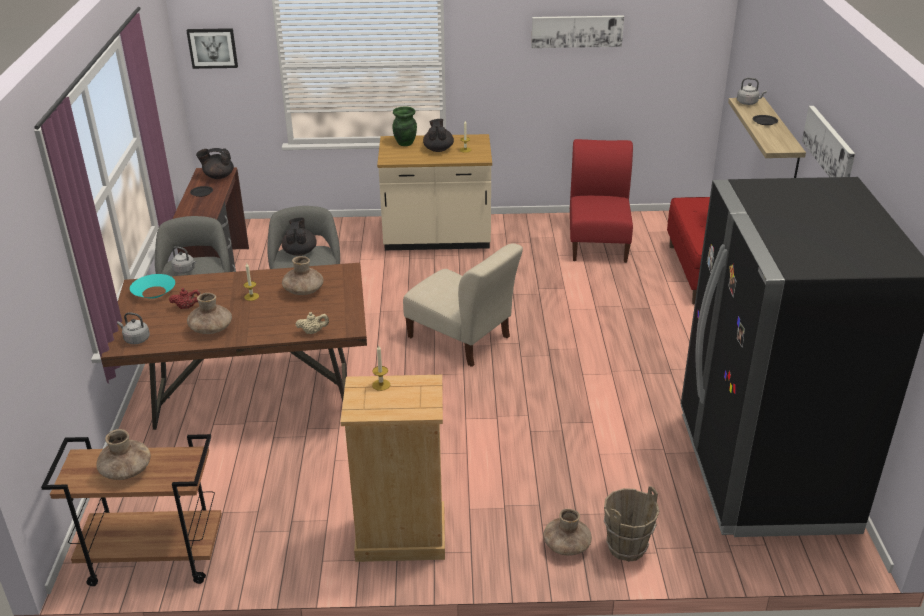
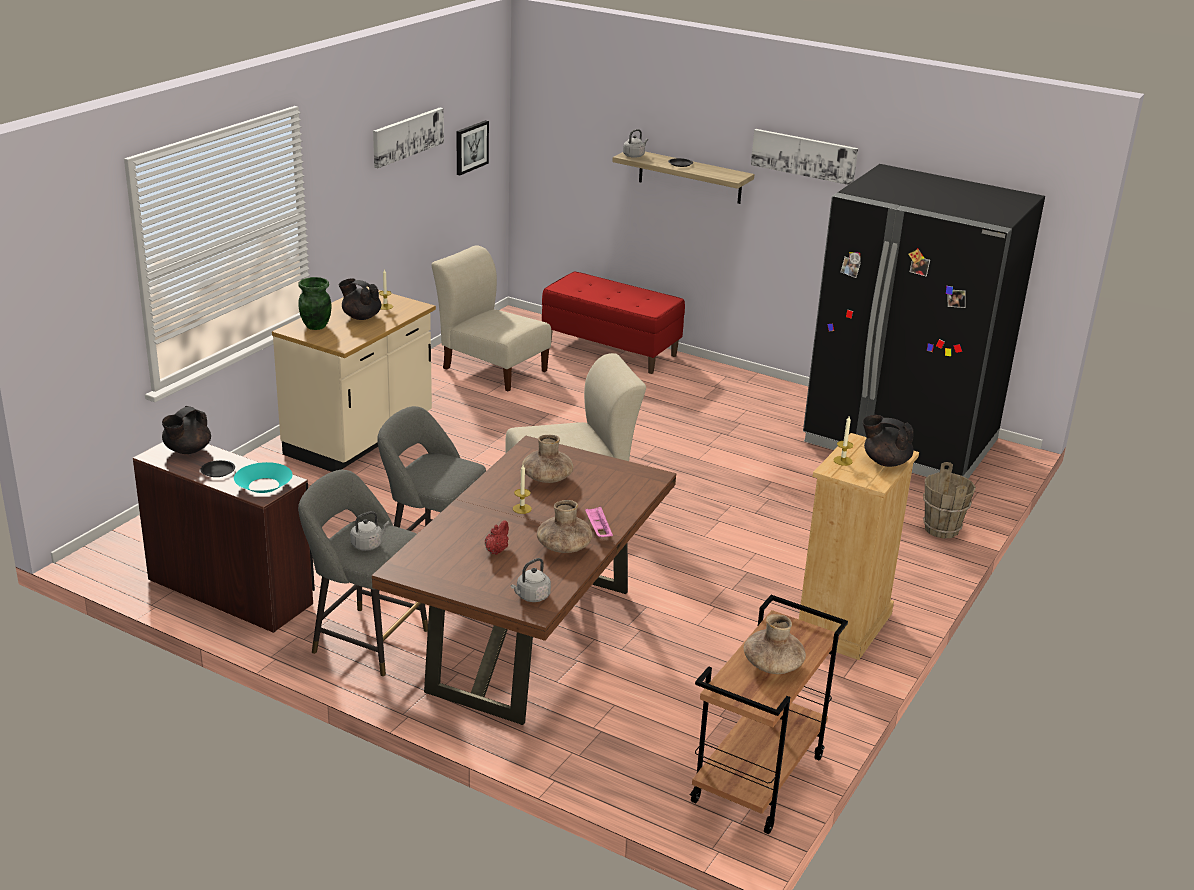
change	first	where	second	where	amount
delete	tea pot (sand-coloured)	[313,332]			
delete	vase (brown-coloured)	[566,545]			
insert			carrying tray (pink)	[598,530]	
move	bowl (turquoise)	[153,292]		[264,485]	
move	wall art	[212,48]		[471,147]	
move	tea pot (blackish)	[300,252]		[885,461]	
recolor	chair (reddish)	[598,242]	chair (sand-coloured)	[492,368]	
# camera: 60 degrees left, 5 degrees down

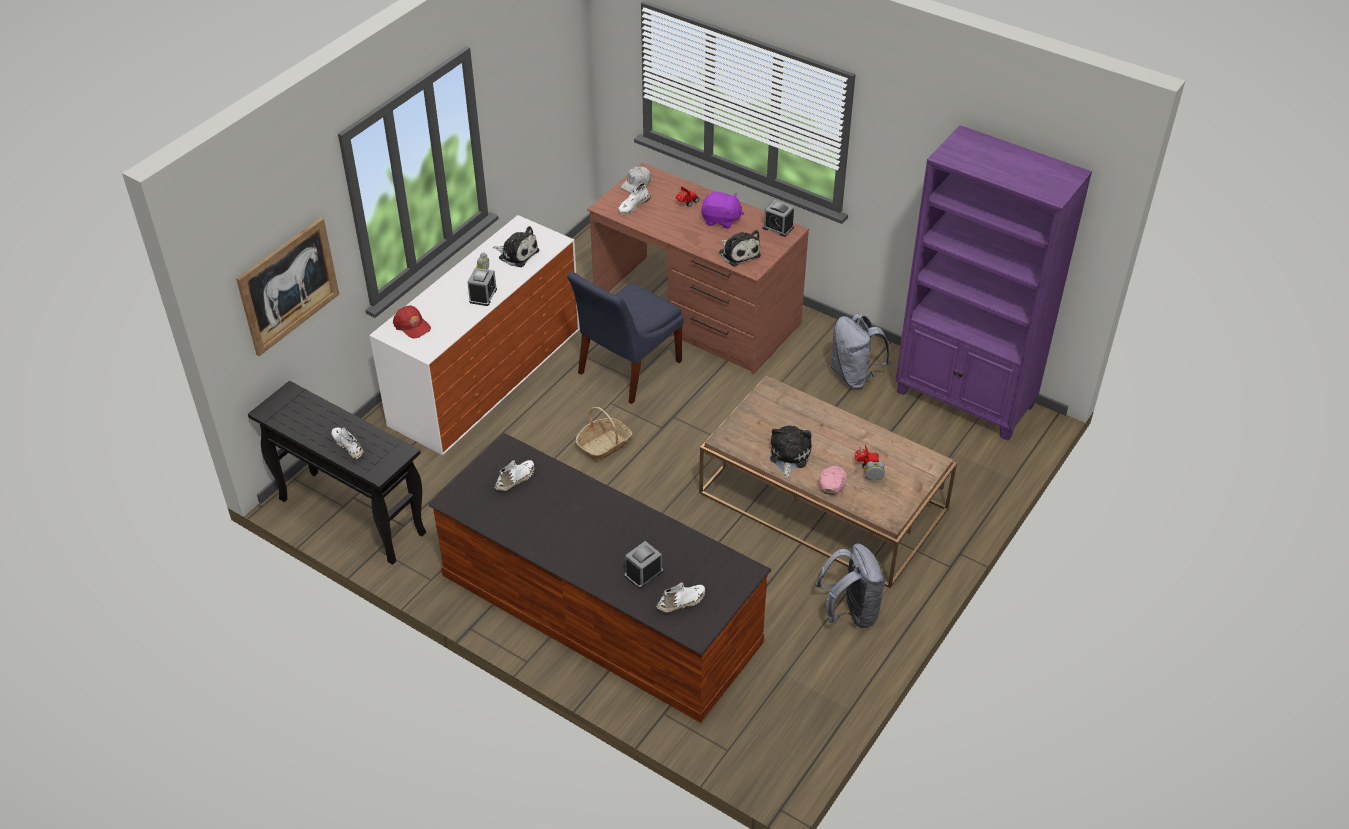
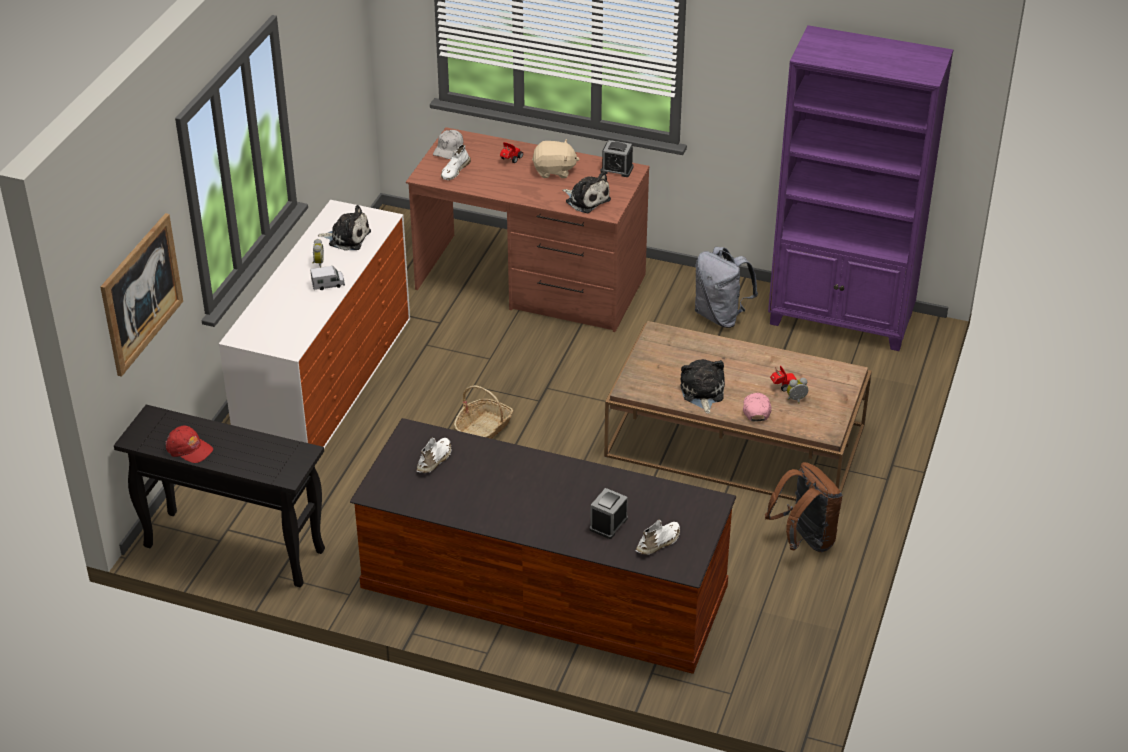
change	first	where	second	where	amount
delete	item of footwear (white)	[348,445]			
delete	chair (bluish)	[626,369]			
move	baseball cap (reddish)	[412,325]		[189,449]	
replace	bedside clock	[483,295]	model truck	[328,284]	
recolor	soft toy (purple)	[721,220]	soft toy (sand-coloured)	[554,171]	
recolor	knapsack (gray)	[850,612]	knapsack (brown-coloured)	[804,540]	
# camera: 15 degrees left, 5 degrees down

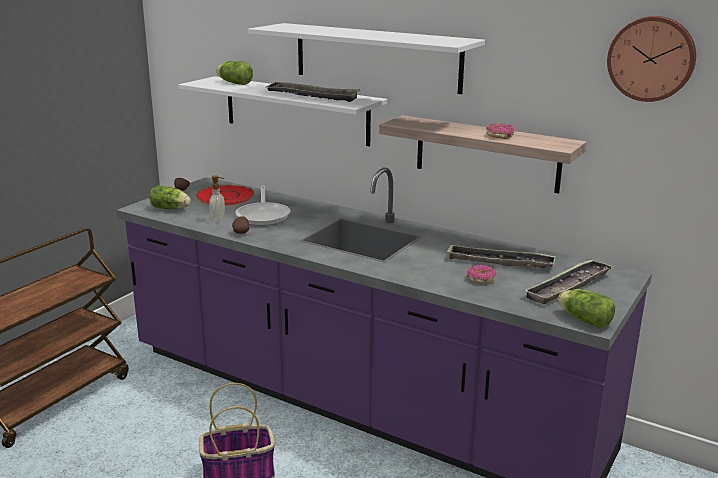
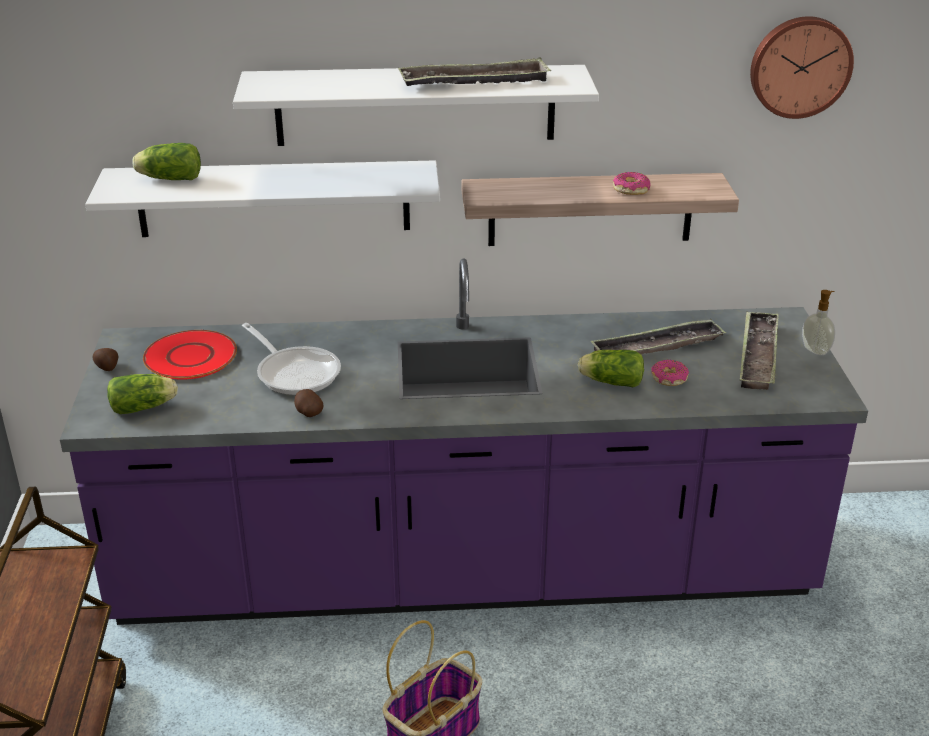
change	first	where	second	where	amount
move	liquid soap bottle	[218,220]		[816,350]	
move	carrying tray	[312,96]		[474,82]	
move	lettuce head	[583,319]		[609,382]	
# camera: 35 degrees left, 10 degrees up

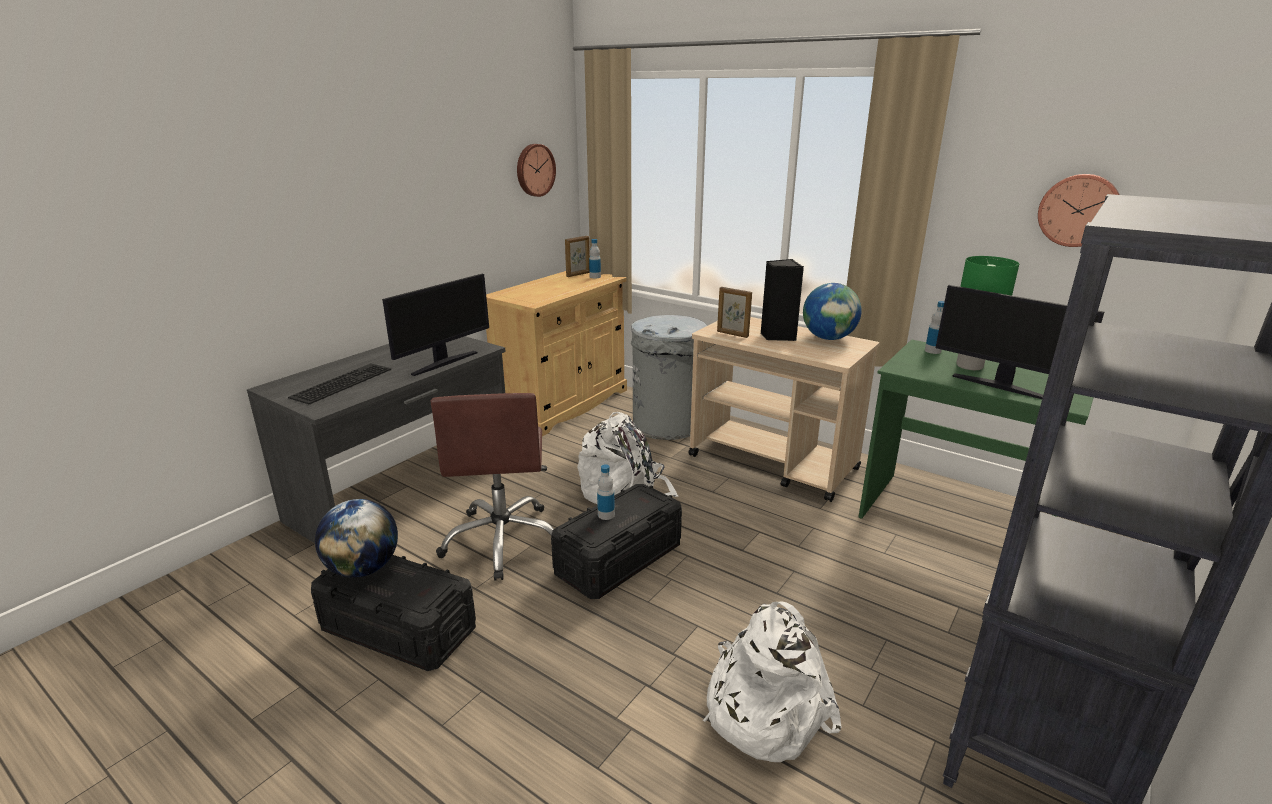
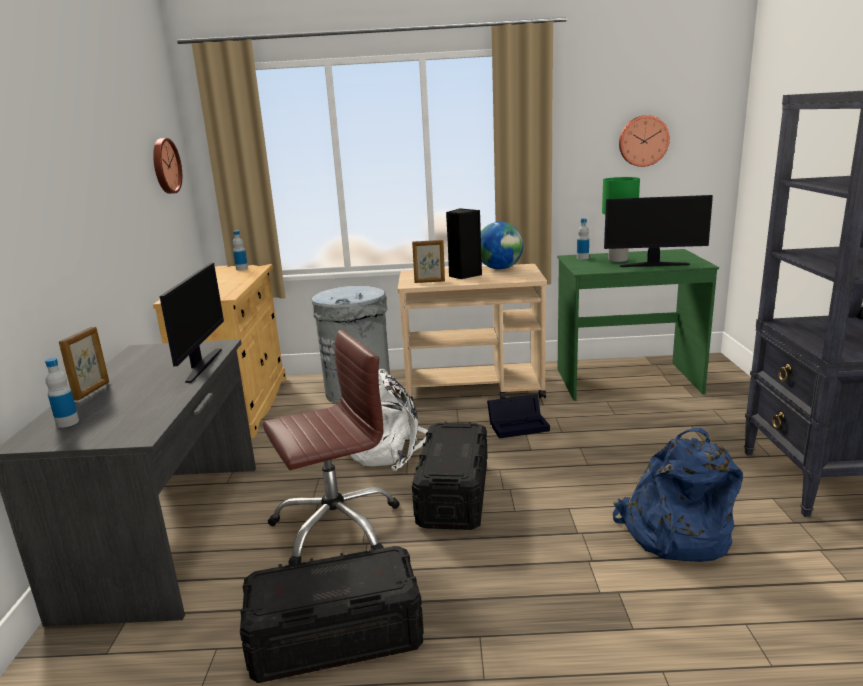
change	first	where	second	where	amount
delete	keyboard	[341,382]			
delete	world globe	[363,569]			
insert			storage box (blackish)	[519,425]	
move	photo frame	[578,274]		[92,391]	
move	bottle	[606,515]		[67,422]	
recolor	knapsack (white)	[762,708]	knapsack (bluish)	[673,533]	
rotate	desk chair (brown-coloured)	[503,540]		[335,526]	75 degrees counterclockwise
# camera: 35 degrees left, 5 degrees down

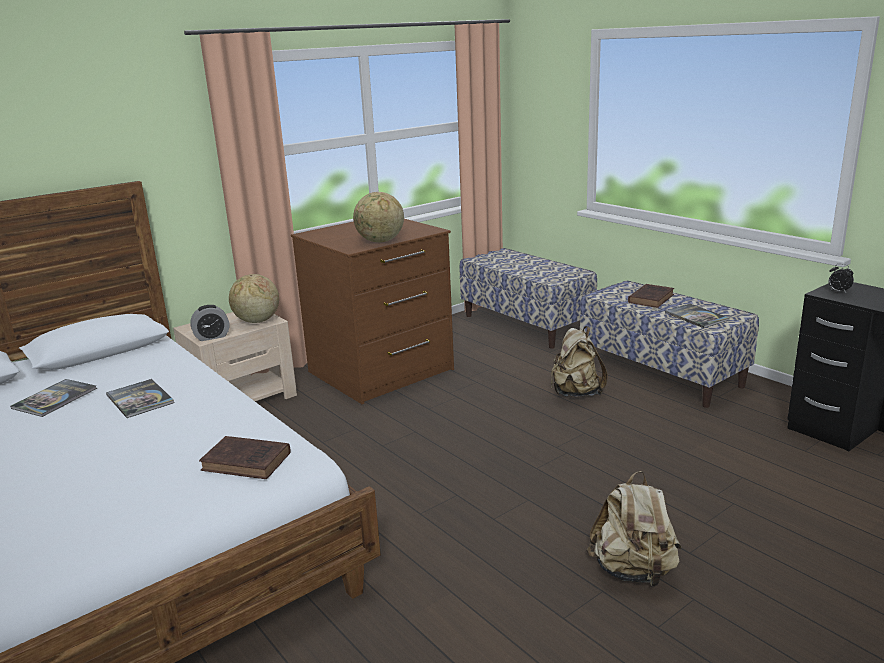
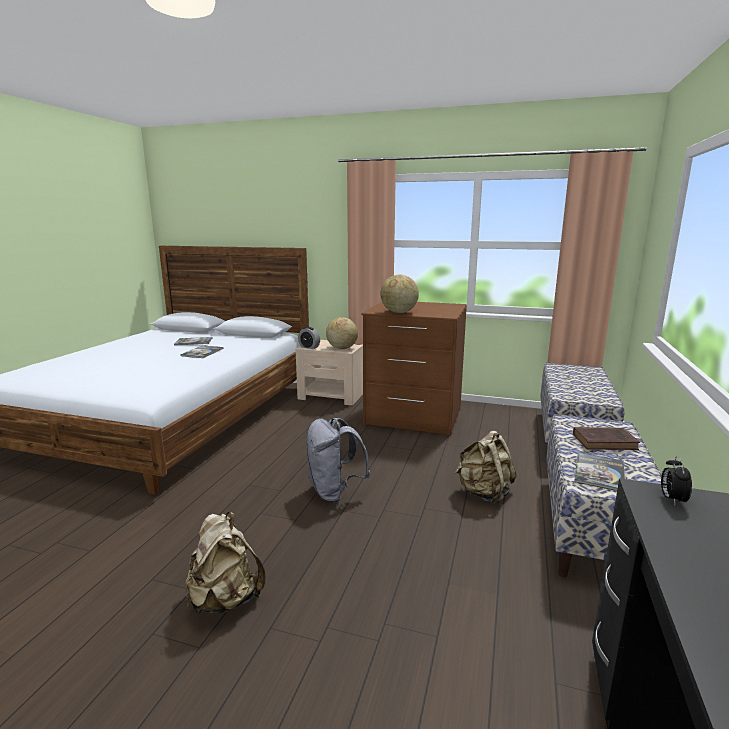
change	first	where	second	where	amount
delete	book (brown-coloured)	[248,462]			
insert			knapsack (gray)	[334,492]	
# camera: 55 degrees right, 5 degrees down

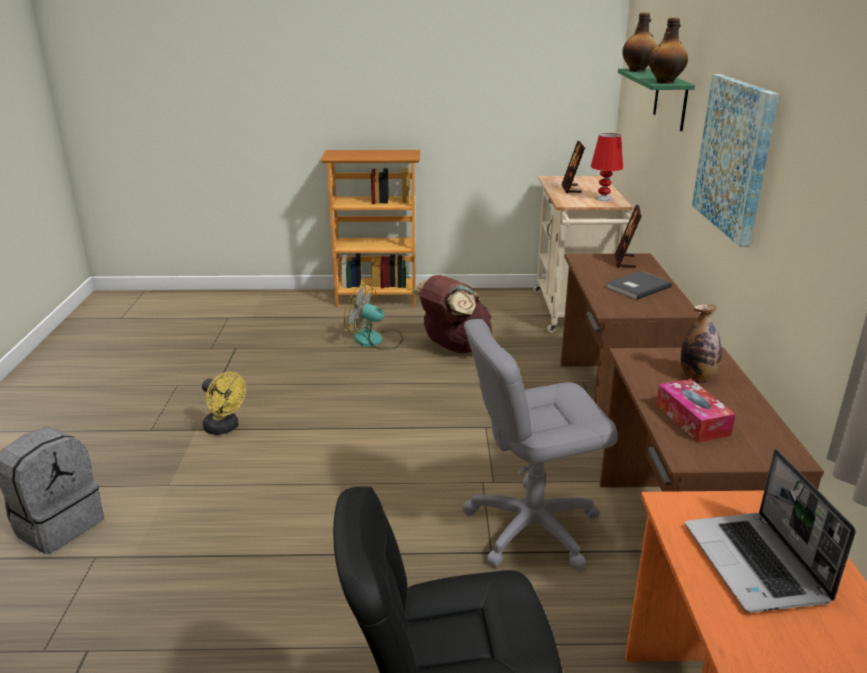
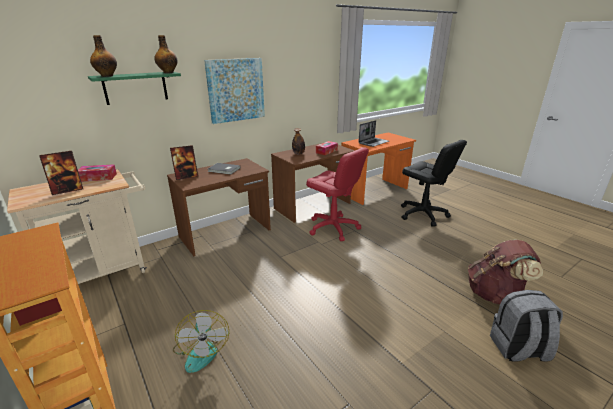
change	first	where	second	where	amount
delete	fan (yellow)	[225,428]			
move	knapsack (brown-coloured)	[454,347]		[495,294]	
replace	lamp for a table (reddish)	[603,198]	tissue holder	[98,177]	
recolor	desk chair (gray)	[531,527]	desk chair (reddish)	[333,228]	
# camera: 125 degrees left, 0 degrees up

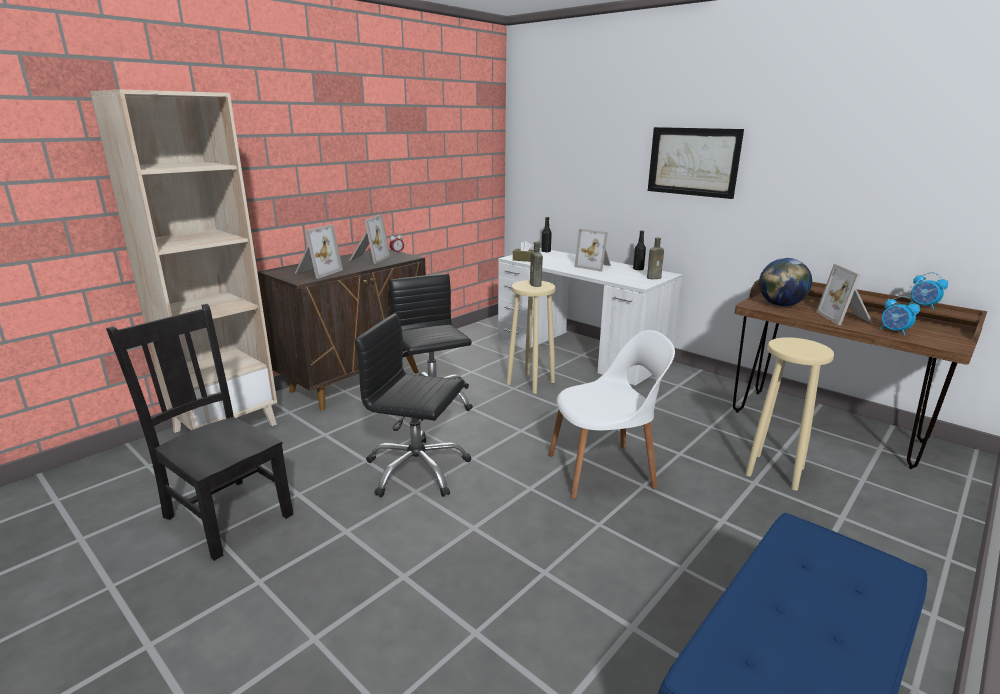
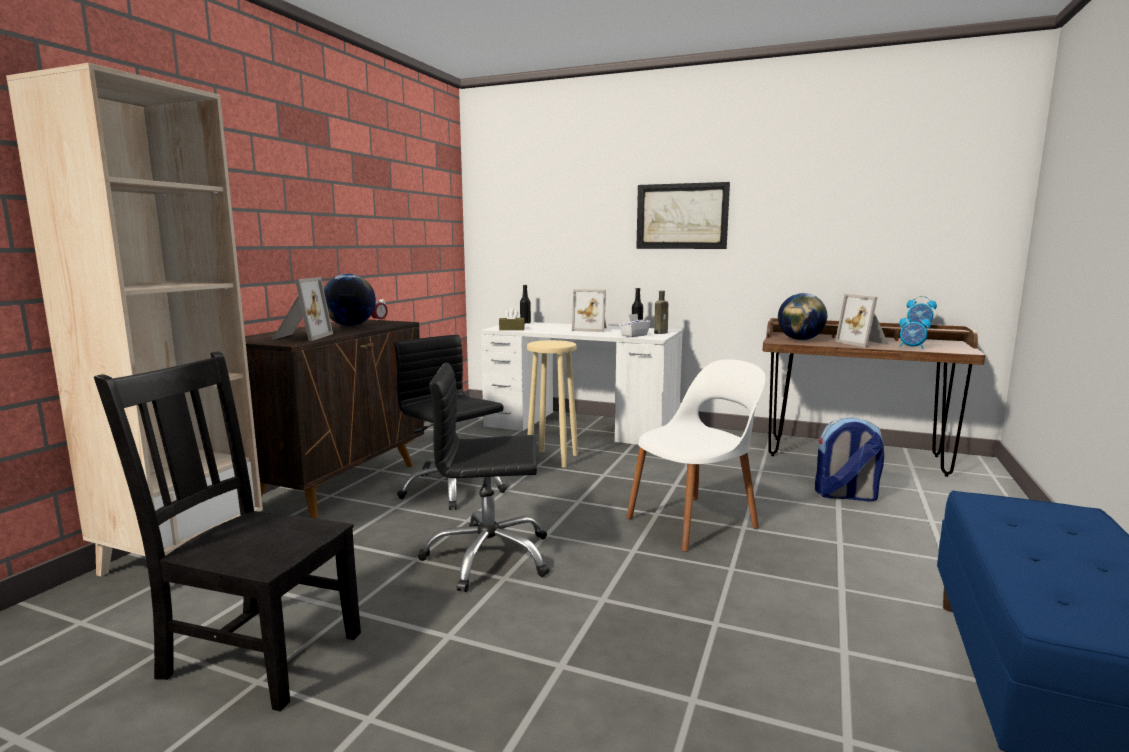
change	first	where	second	where	amount
delete	bottle (brown-coloured)	[536,285]			
insert			tissue holder (white)	[634,335]	
replace	photo frame	[368,258]	world globe	[350,325]	
replace	stool seat (sand-coloured)	[774,471]	knapsack	[845,496]	
# camera: 20 degrees left, 10 degrees down

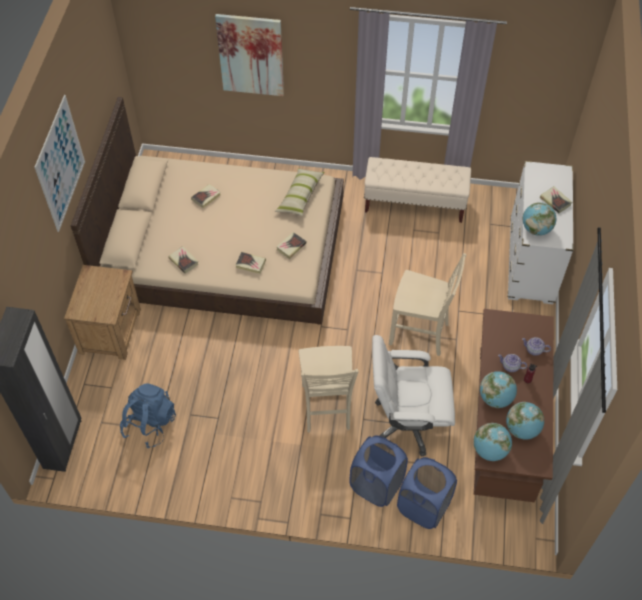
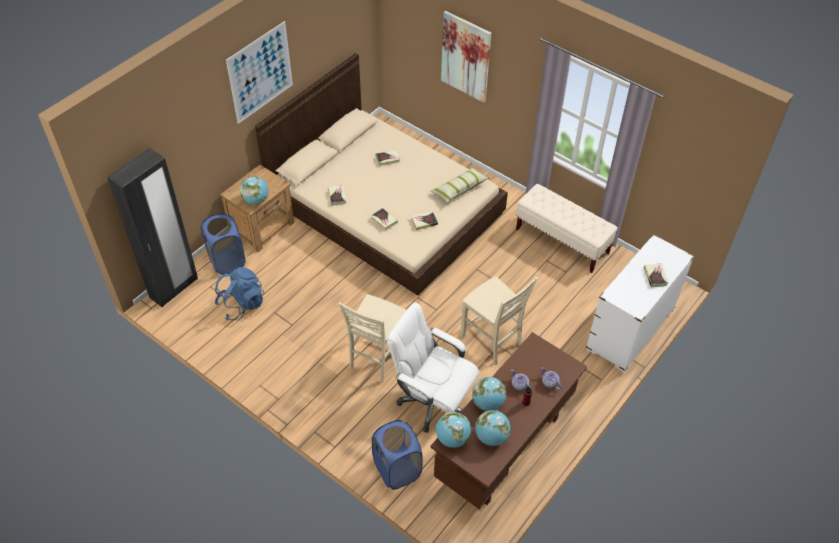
change	first	where	second	where	amount
move	hamper (bluish)	[376,485]		[227,261]	
move	world globe	[536,229]		[256,200]	
# camera: 30 degrees right, 5 degrees down

